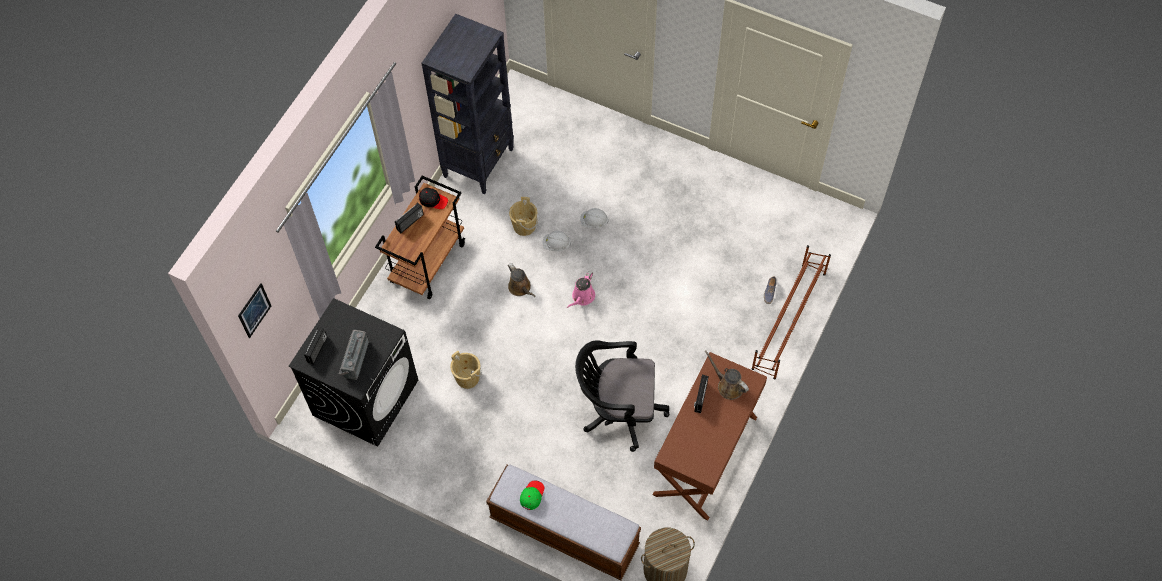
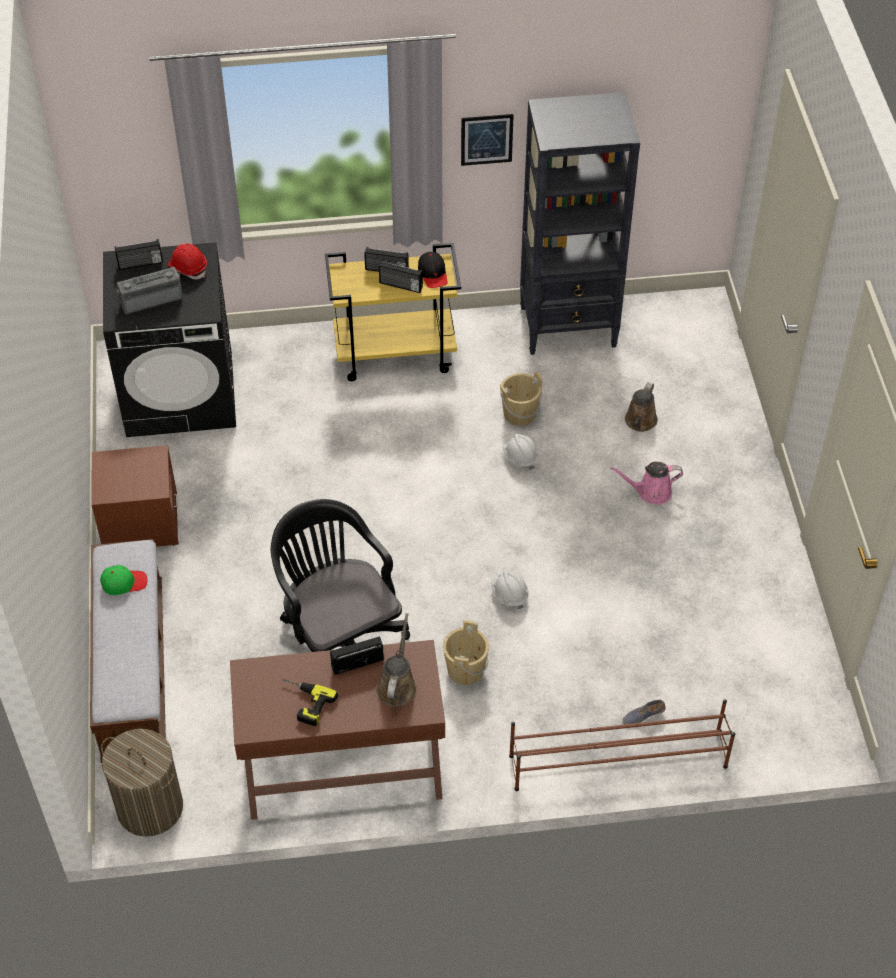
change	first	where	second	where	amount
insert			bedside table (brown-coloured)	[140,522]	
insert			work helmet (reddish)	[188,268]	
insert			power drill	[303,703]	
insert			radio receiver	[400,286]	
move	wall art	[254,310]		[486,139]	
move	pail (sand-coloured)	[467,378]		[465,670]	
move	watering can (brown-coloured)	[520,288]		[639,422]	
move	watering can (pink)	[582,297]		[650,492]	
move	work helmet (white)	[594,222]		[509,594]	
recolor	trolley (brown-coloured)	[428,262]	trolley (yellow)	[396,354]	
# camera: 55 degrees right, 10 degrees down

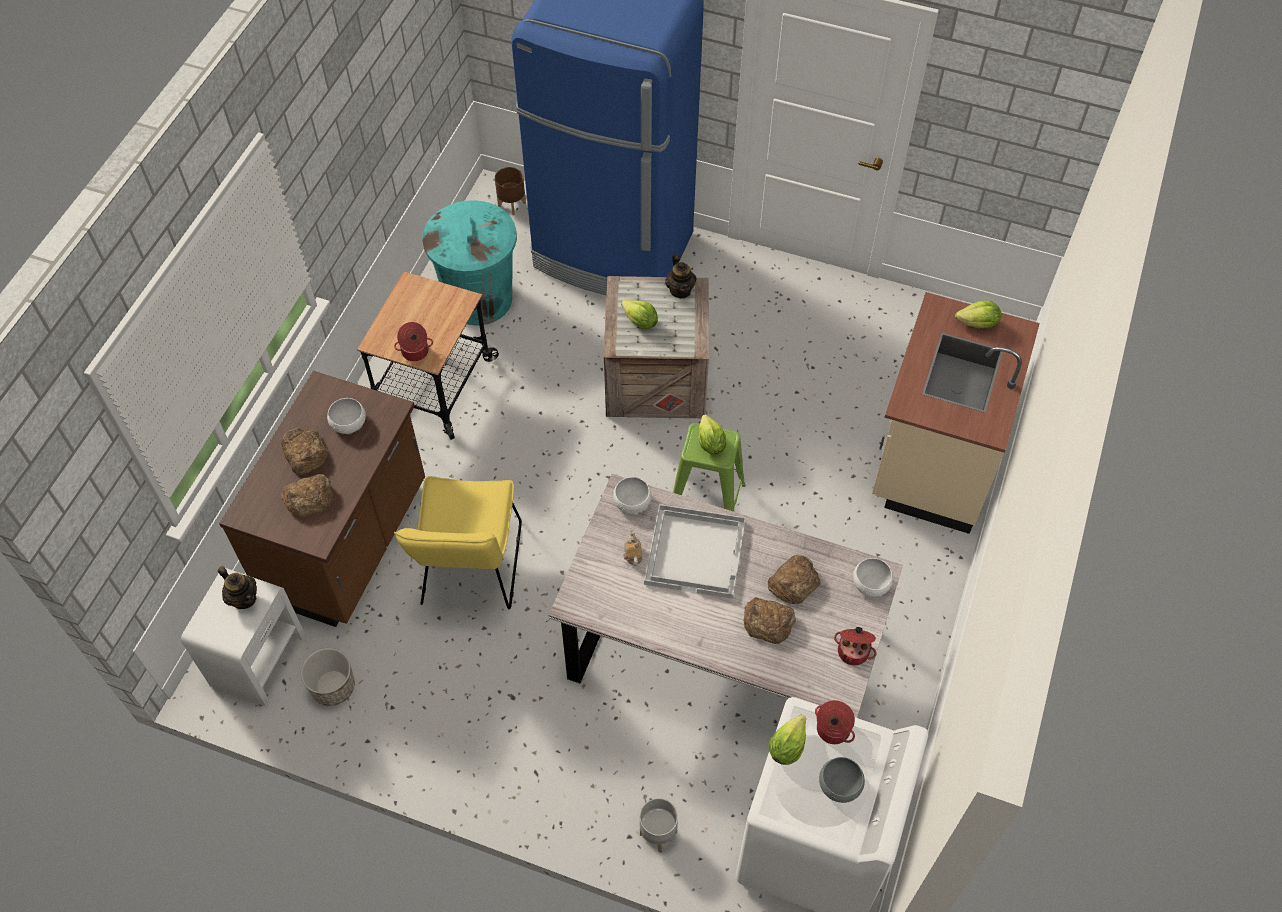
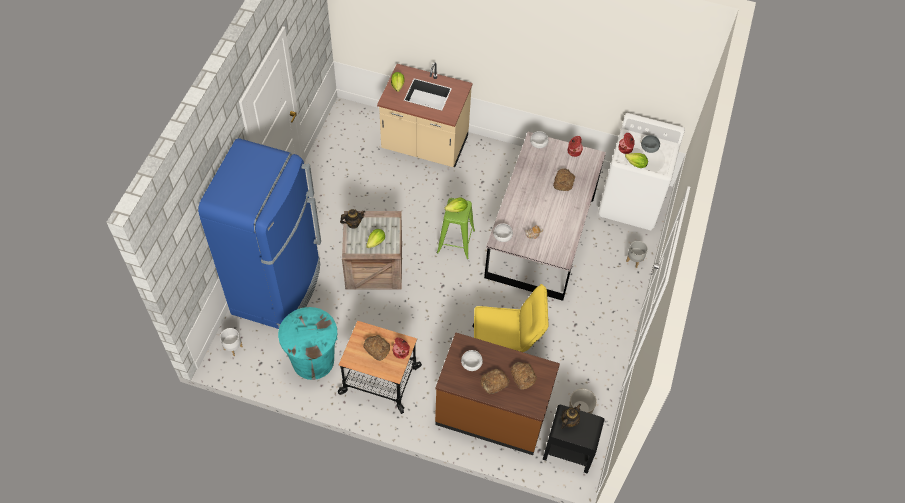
change	first	where	second	where	amount
delete	carrying tray (white)	[696,552]			
move	bread	[793,582]		[377,348]	
recolor	bedside table (white)	[258,659]	bedside table (blackish)	[568,450]	
recolor	flower pot (brown-coloured)	[512,204]	flower pot (white)	[233,348]	
# camera: 95 degrees left, 0 degrees up

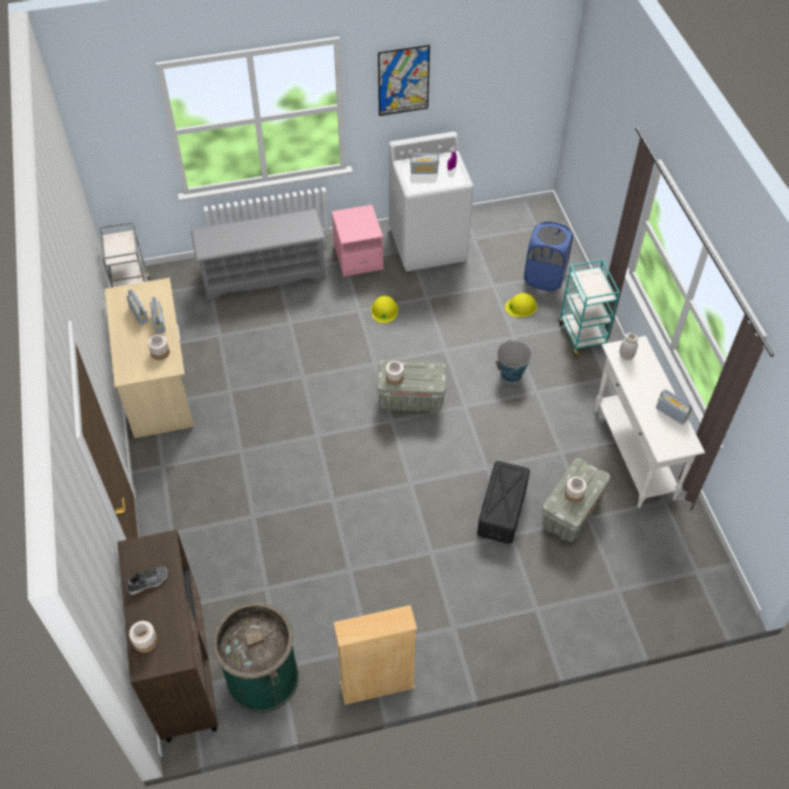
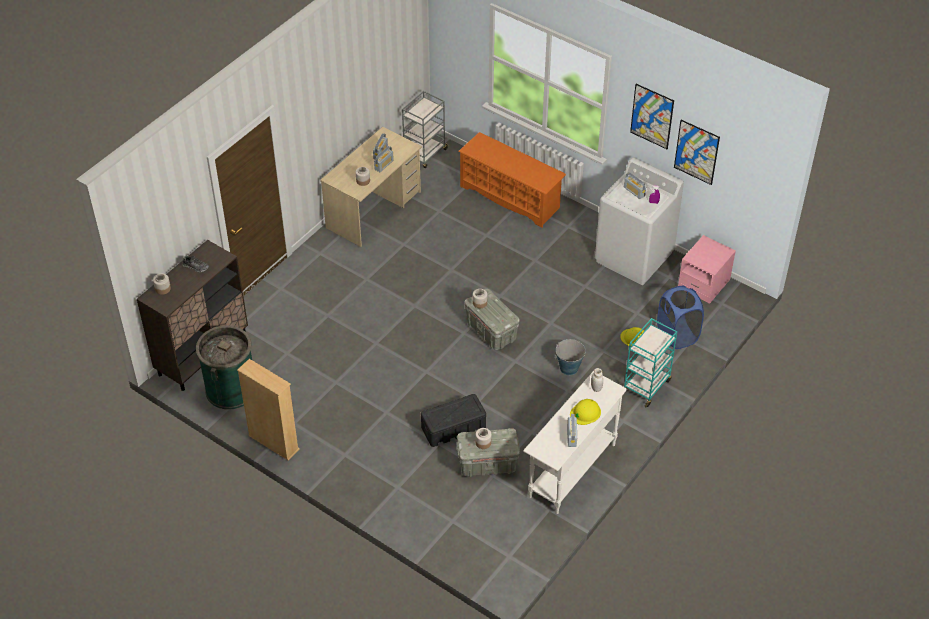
change	first	where	second	where	amount
insert			wall art	[696,152]	
move	bedside table (pink)	[358,257]		[703,284]	
move	work helmet (yellow)	[384,310]		[585,413]	
recolor	shoe rack (gray)	[263,274]	shoe rack (orange)	[510,197]	
# camera: 50 degrees right, 5 degrees down

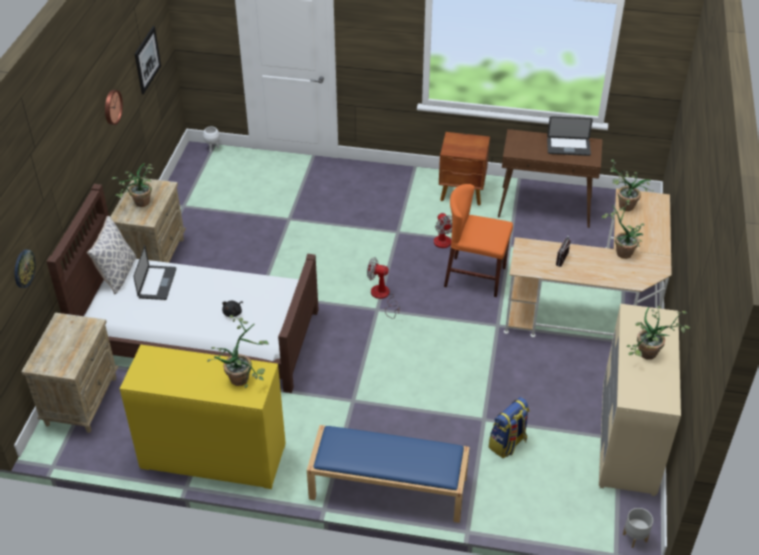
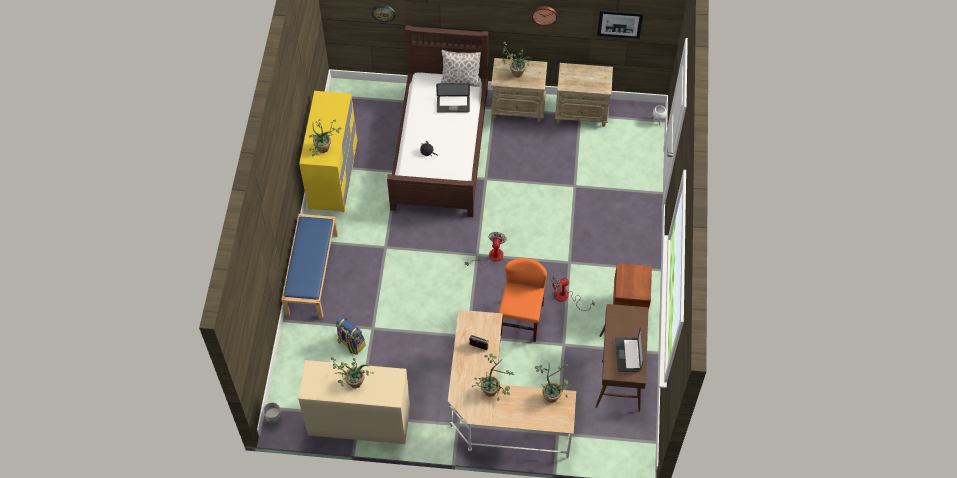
change	first	where	second	where	amount
move	bedside table (sand-coloured)	[81,400]		[582,112]	
# camera: 85 degrees right, 15 degrees up

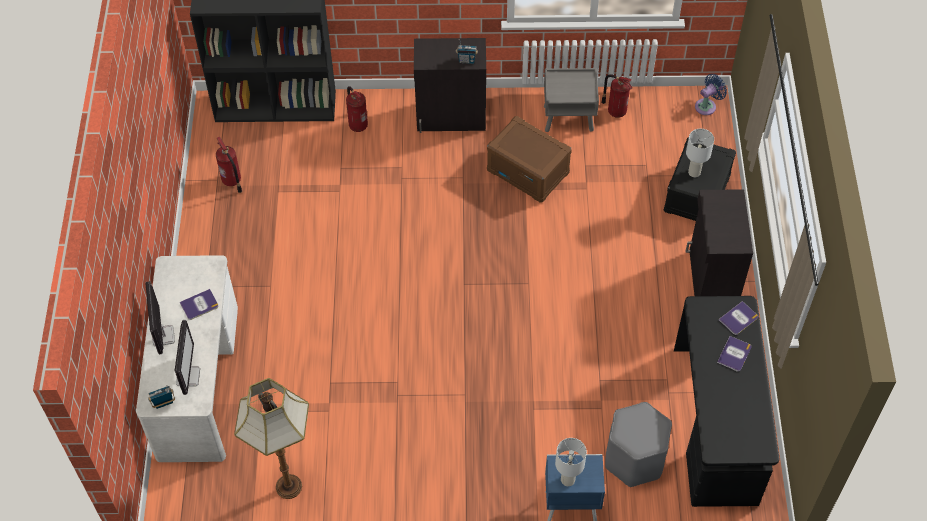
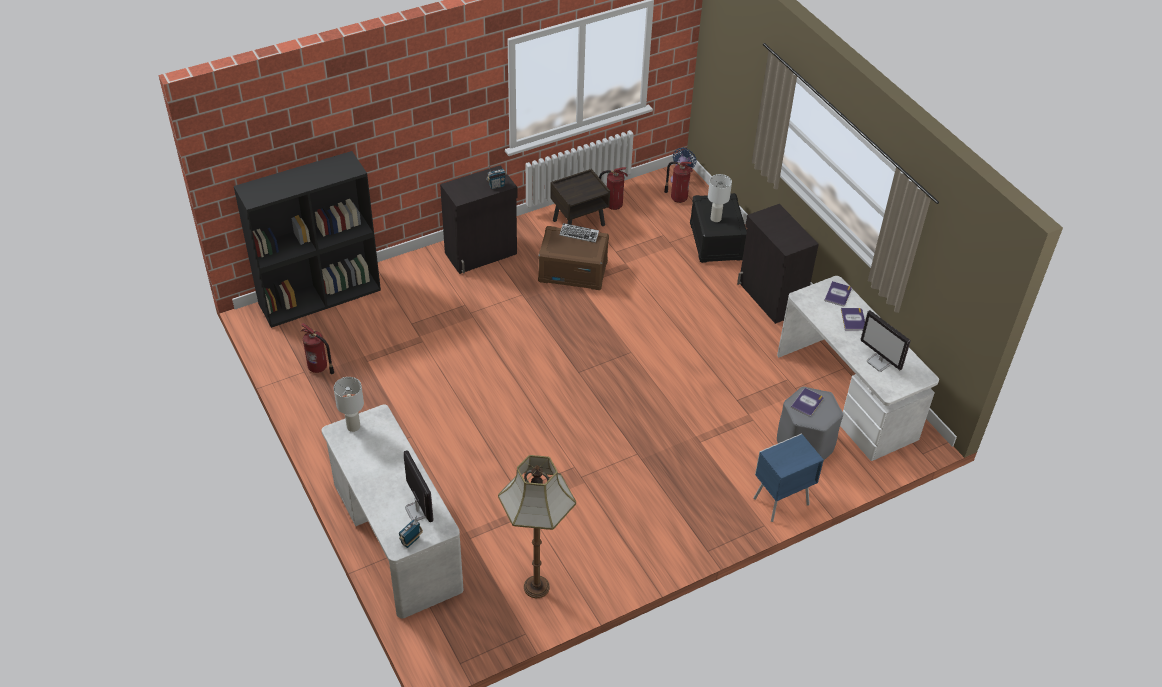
change	first	where	second	where	amount
insert			keyboard	[579,234]	
move	computer display	[163,336]		[879,362]	
move	book	[199,305]		[807,402]	
move	extinguisher	[358,125]		[678,198]	
move	lamp for a table (white)	[567,480]		[353,427]	
recolor	bedside table (gray)	[569,118]	bedside table (brown-coloured)	[579,222]	
recolor	desk unit (blackish)	[716,423]	desk unit (white)	[846,395]	
# camera: 30 degrees left, 10 degrees down

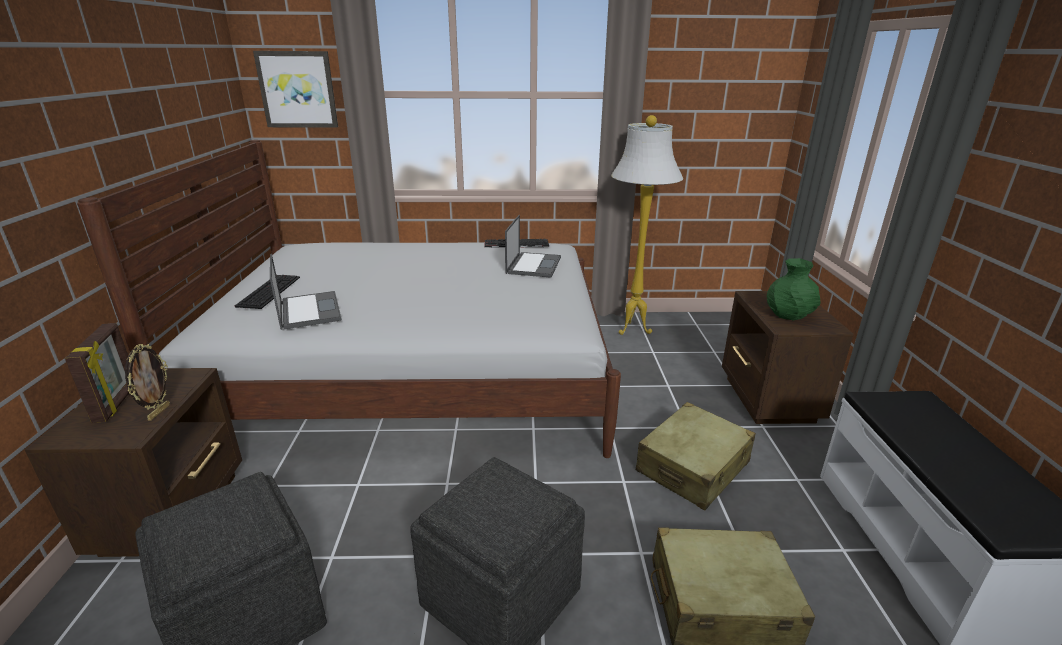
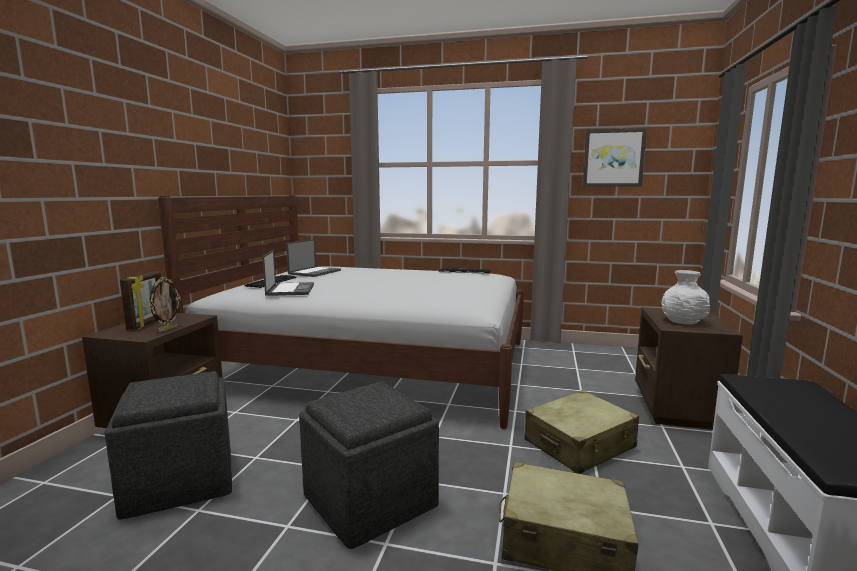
change	first	where	second	where	amount
delete	standing lamp (white)	[631,330]			
move	wall art	[297,90]		[613,158]	
move	portable computer	[533,265]		[315,272]	
recolor	vase (green-coloured)	[789,315]	vase (white)	[683,321]	
# camera: 15 degrees right, 15 degrees down

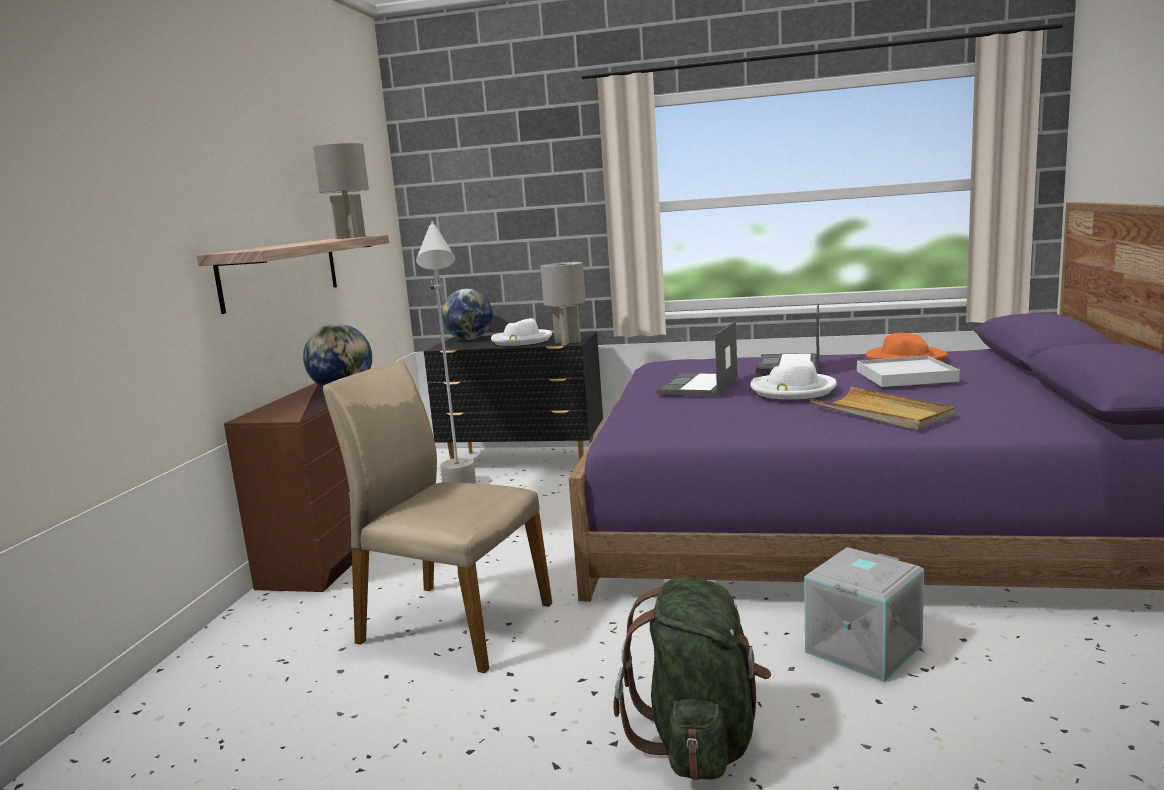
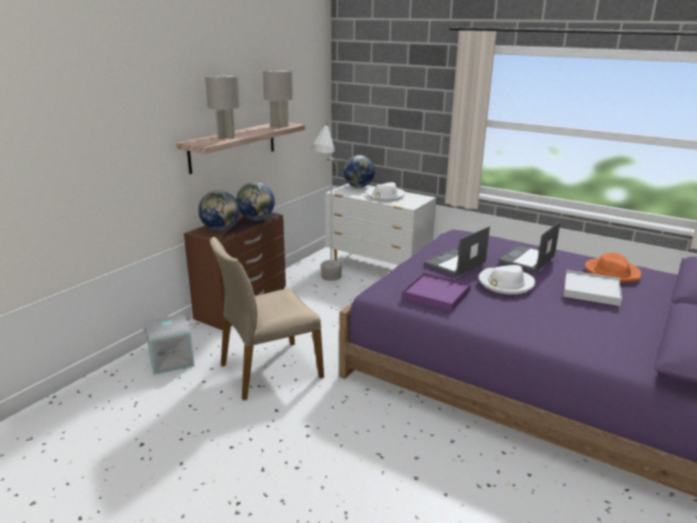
change	first	where	second	where	amount
delete	knapsack (green-coloured)	[699,740]			
delete	carrying tray (sand-coloured)	[881,413]			
insert			world globe	[220,229]	
insert			carrying tray (purple)	[436,294]	
move	lamp for a table (gray)	[567,342]		[226,137]	
move	storage box (gray)	[862,648]		[172,359]	
recolor	chest of drawers (blackish)	[524,461]	chest of drawers (white)	[378,268]	
rotate	chair (sand-coloured)	[452,623]		[269,370]	75 degrees counterclockwise
# camera: 20 degrees right, 10 degrees up

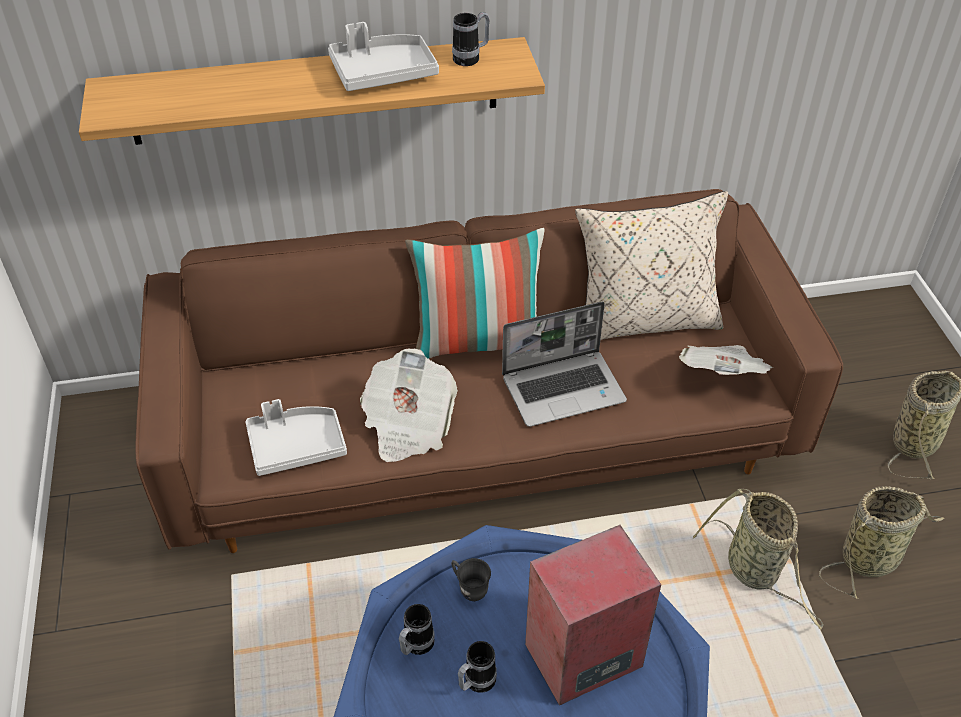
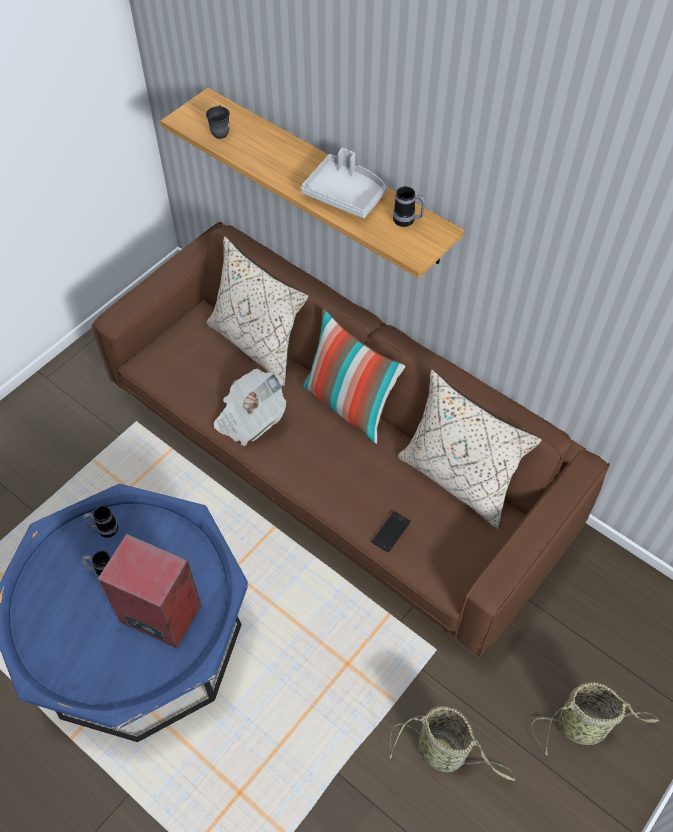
change	first	where	second	where	amount
delete	carrying tray (gray)	[296,446]			
delete	portable computer	[564,388]			
delete	newspaper	[721,376]			
delete	basket	[755,572]			
insert			throw pillow (sand-coloured)	[258,344]	
insert			telephone	[391,532]	
move	coffee mug (gray)	[469,588]		[220,131]	
# camera: 50 degrees right, 10 degrees up

